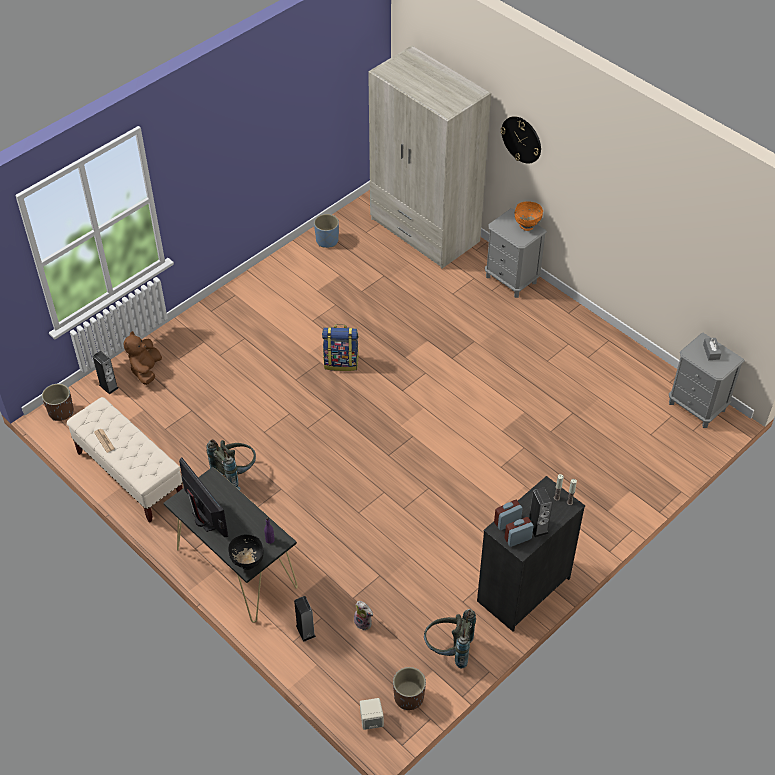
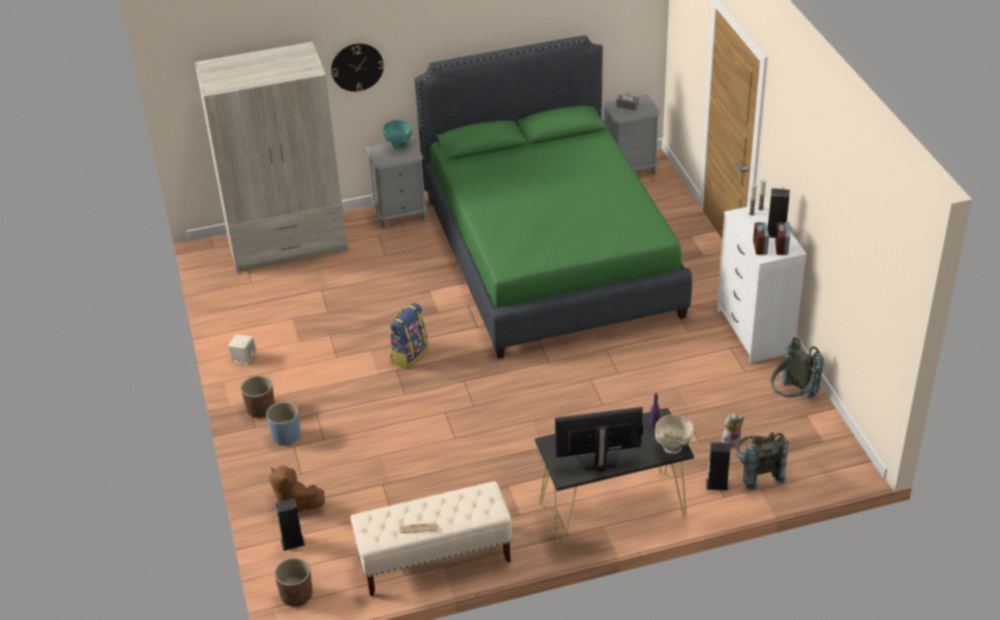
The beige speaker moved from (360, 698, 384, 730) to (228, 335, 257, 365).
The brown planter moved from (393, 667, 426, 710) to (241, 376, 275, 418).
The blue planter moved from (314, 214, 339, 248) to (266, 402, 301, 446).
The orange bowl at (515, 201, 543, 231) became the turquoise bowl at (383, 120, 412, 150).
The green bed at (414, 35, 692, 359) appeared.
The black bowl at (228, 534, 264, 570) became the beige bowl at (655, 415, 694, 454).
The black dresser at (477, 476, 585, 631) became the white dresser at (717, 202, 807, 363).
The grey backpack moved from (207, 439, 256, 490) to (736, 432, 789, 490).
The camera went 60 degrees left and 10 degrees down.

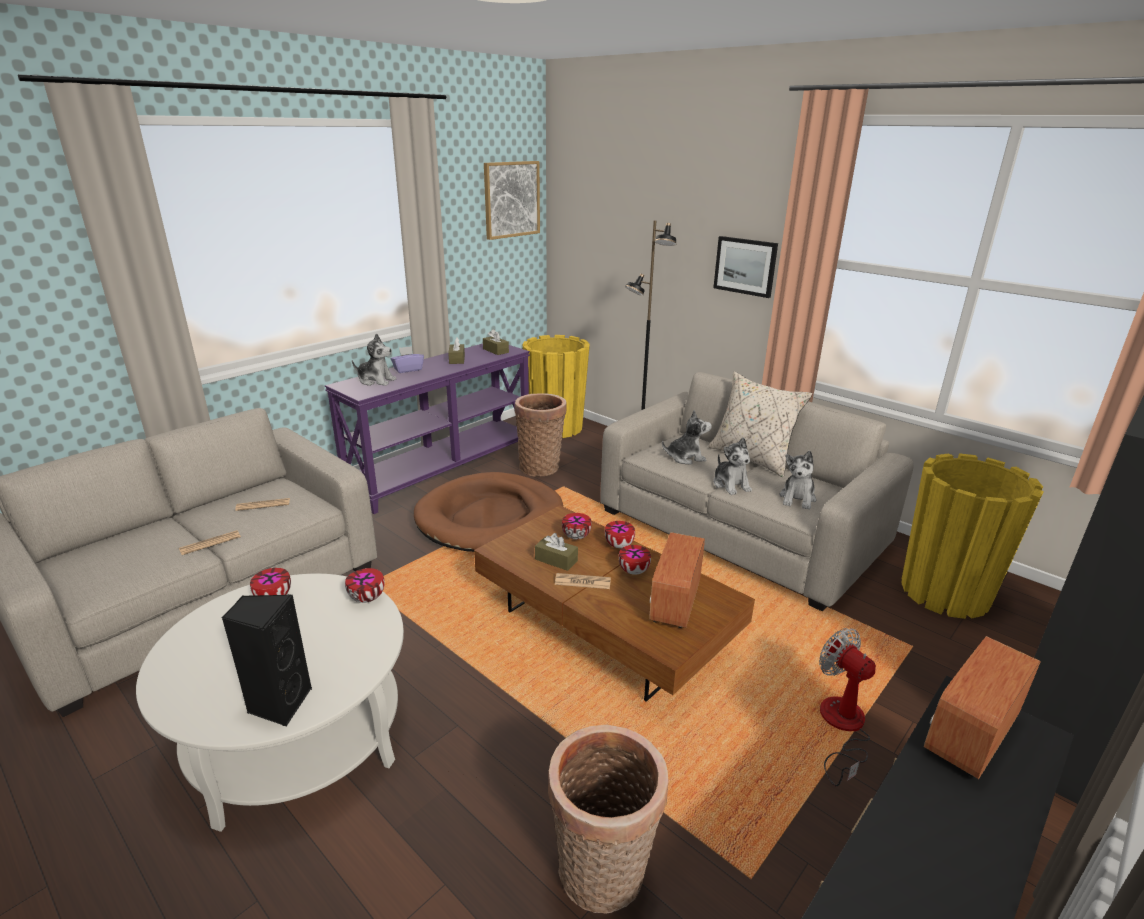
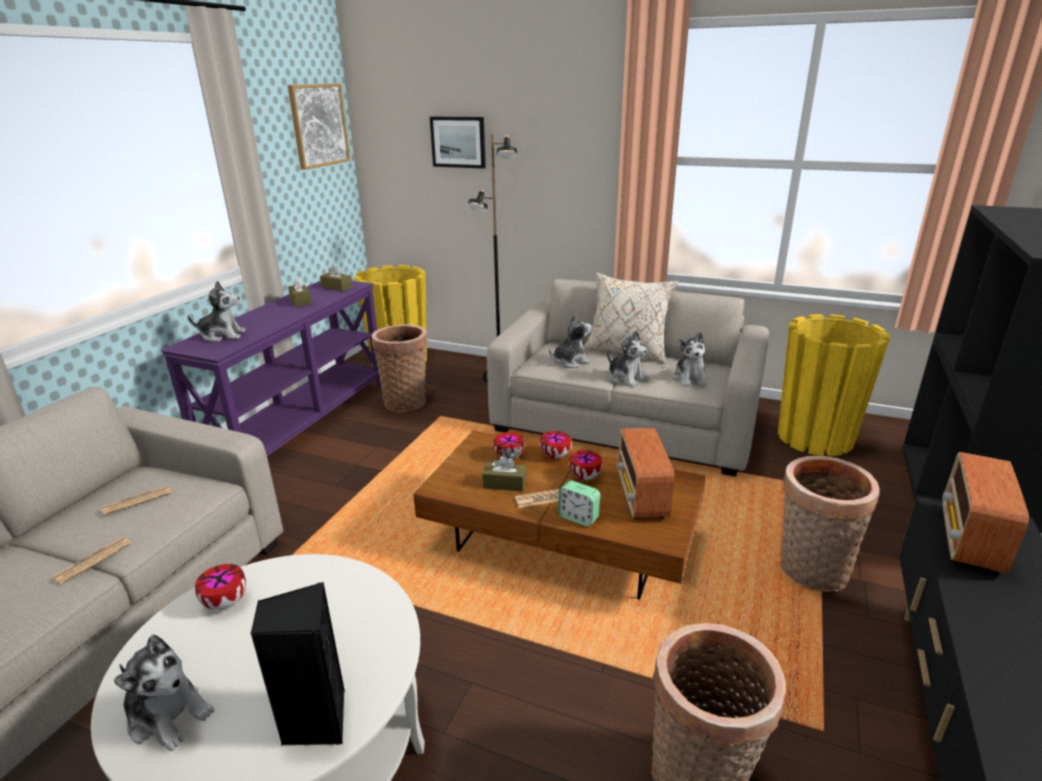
The plush toy at (114, 634, 214, 751) appeared.
The picture moved from (713, 236, 778, 298) to (430, 117, 486, 169).
The alarm clock at (558, 481, 601, 526) appeared.
The fan at (819, 628, 876, 787) was replaced by the basket at (781, 456, 879, 592).
The bowl at (345, 568, 385, 603) disappeared.
The purple tissue box at (391, 346, 424, 373) disappeared.
The brown dog bed at (414, 472, 563, 552) disappeared.
The camera went 20 degrees left and 0 degrees up.

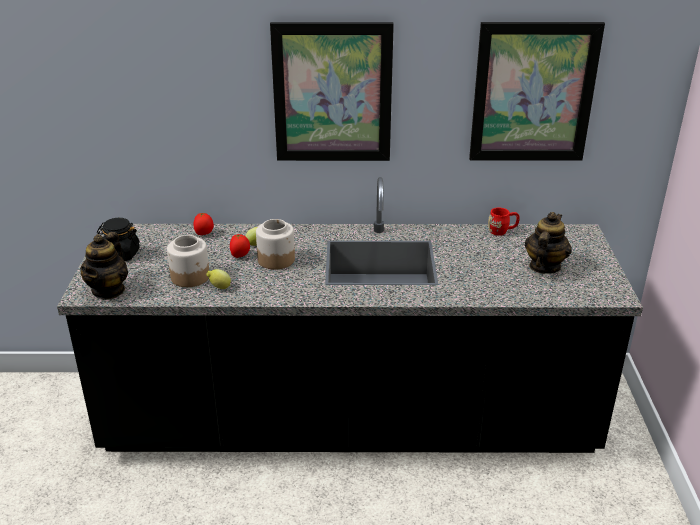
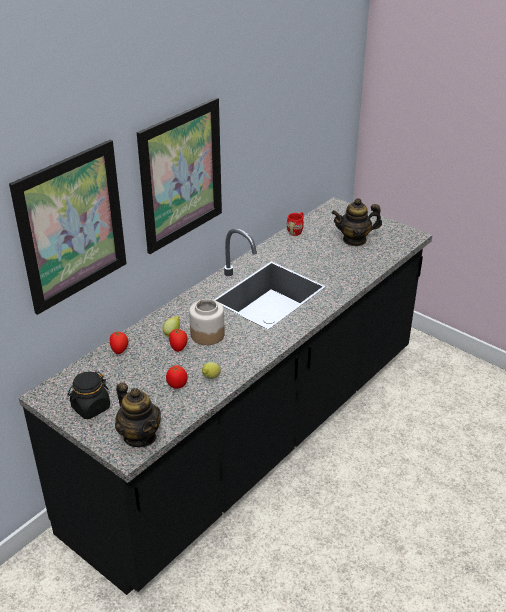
The picture moved from (469, 22, 605, 161) to (9, 140, 127, 315).
The jar at (167, 235, 209, 287) was replaced by the tomato at (166, 365, 188, 389).
The teapot at (525, 212, 571, 274) turned 75 degrees counterclockwise.
The camera went 50 degrees left and 5 degrees up.

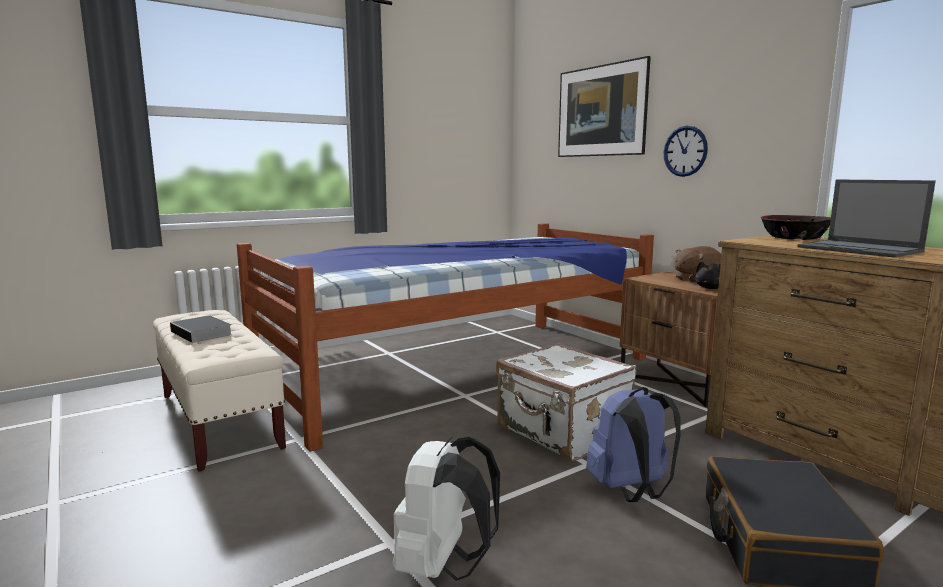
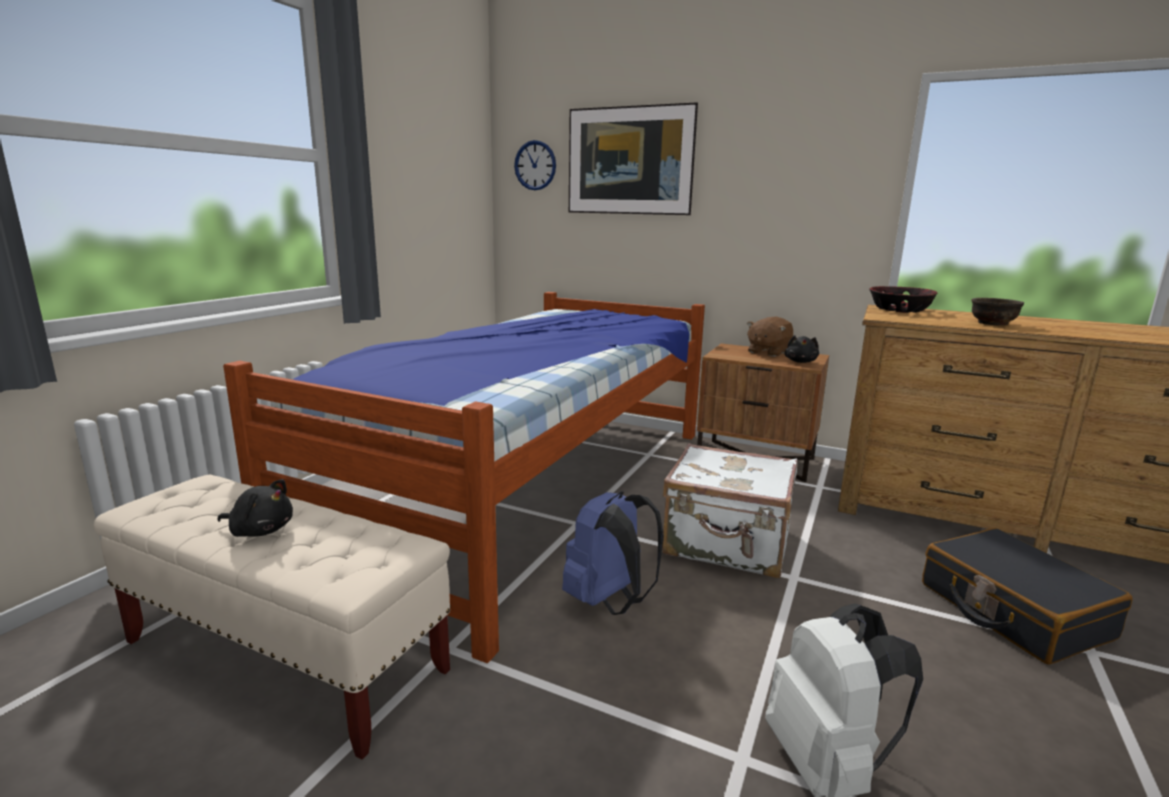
The book at (170, 315, 233, 344) was replaced by the black plush toy at (218, 479, 293, 537).
The wall clock moved from (663, 126, 708, 177) to (514, 140, 556, 190).
The blue backpack moved from (586, 387, 681, 502) to (562, 492, 664, 615).
The laptop at (797, 179, 936, 258) was replaced by the brown bowl at (971, 298, 1024, 326).
The camera went 30 degrees left and 5 degrees up.

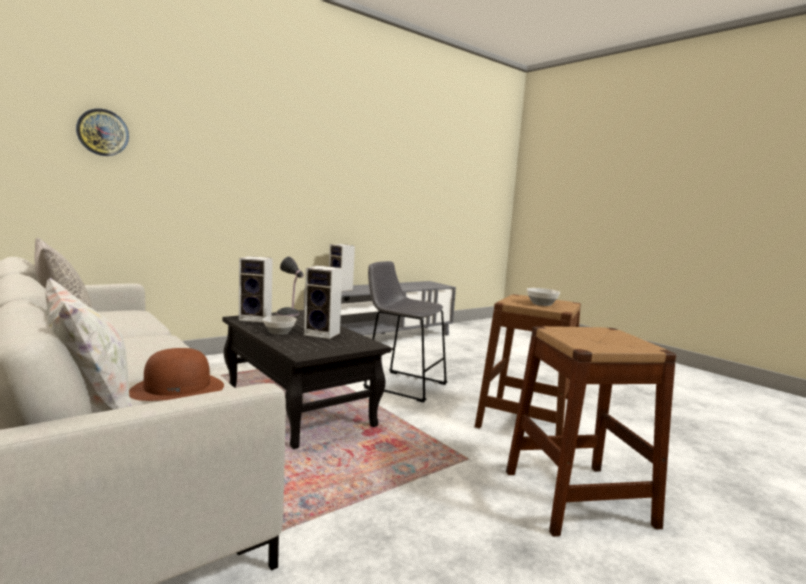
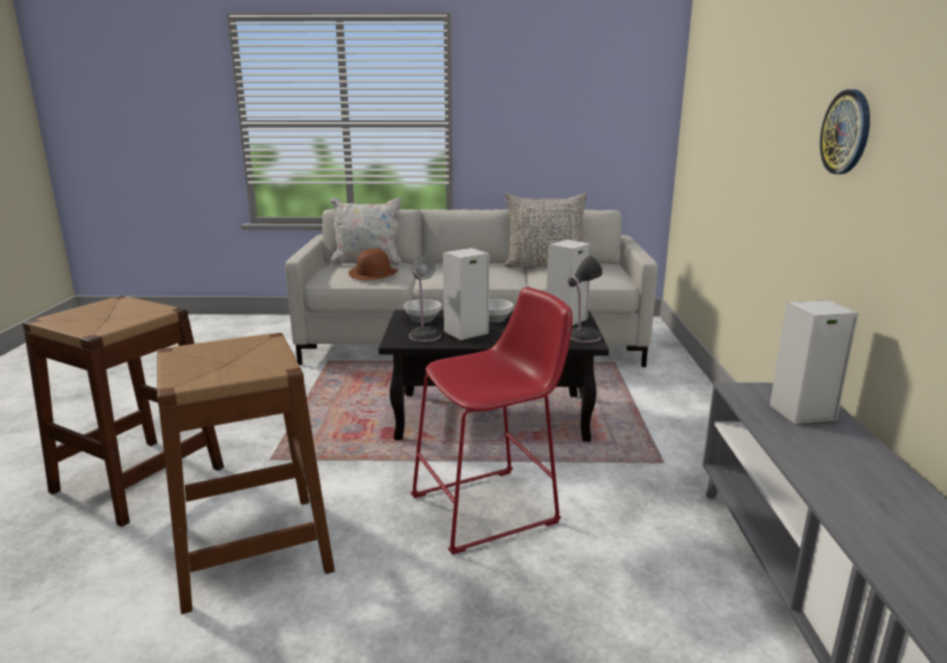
The bowl moved from (527, 288, 560, 306) to (404, 299, 441, 323).
The table lamp at (409, 256, 441, 342) appeared.
The grey stool at (363, 261, 447, 403) became the red stool at (411, 287, 573, 555).
The wall clock moved from (76, 108, 129, 156) to (820, 90, 870, 174).
The camera went 130 degrees right and 10 degrees up.

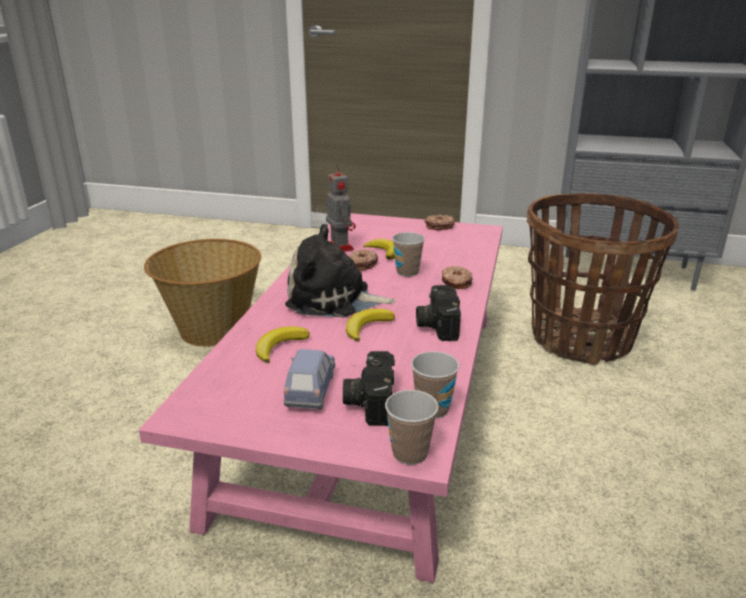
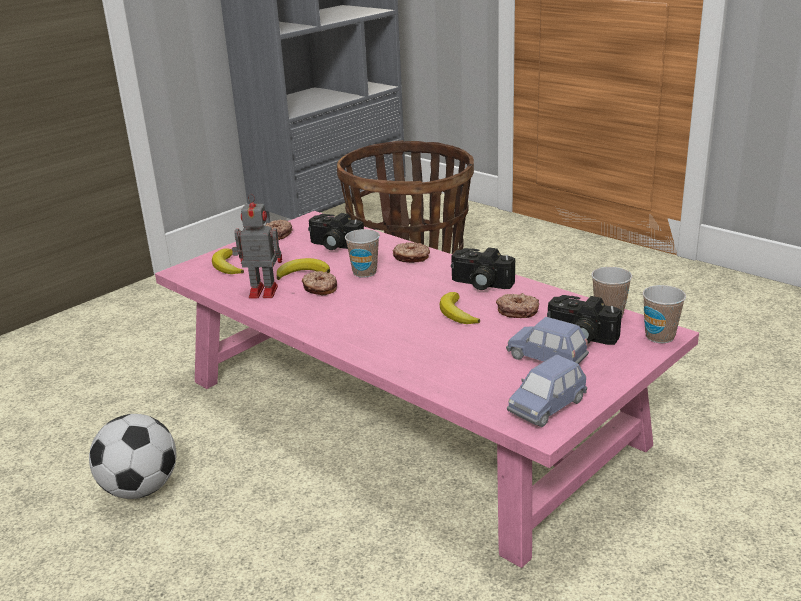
The basket at (144, 239, 261, 347) was replaced by the football at (89, 414, 176, 499).
The banana moved from (256, 327, 309, 363) to (212, 248, 244, 274).
The photo camera at (308, 213, 364, 250) appeared.
The donut at (496, 293, 539, 318) appeared.
The blue toy car at (507, 355, 587, 427) appeared.
The plush toy at (285, 224, 396, 317) disappeared.
The camera went 60 degrees left and 0 degrees up.

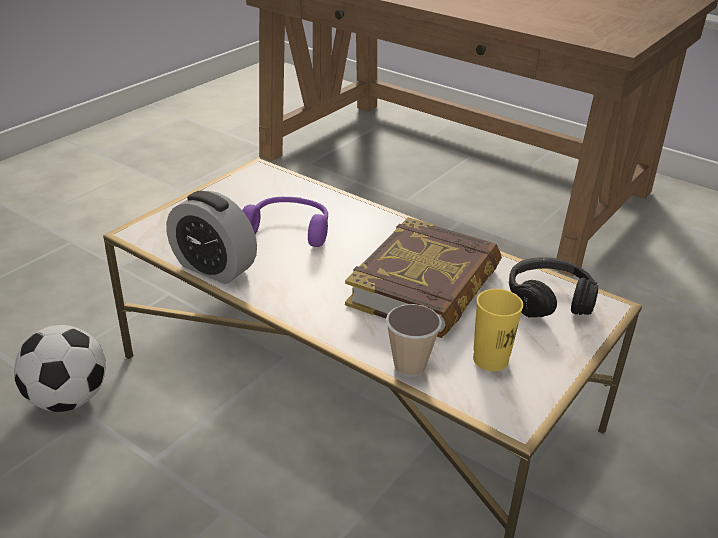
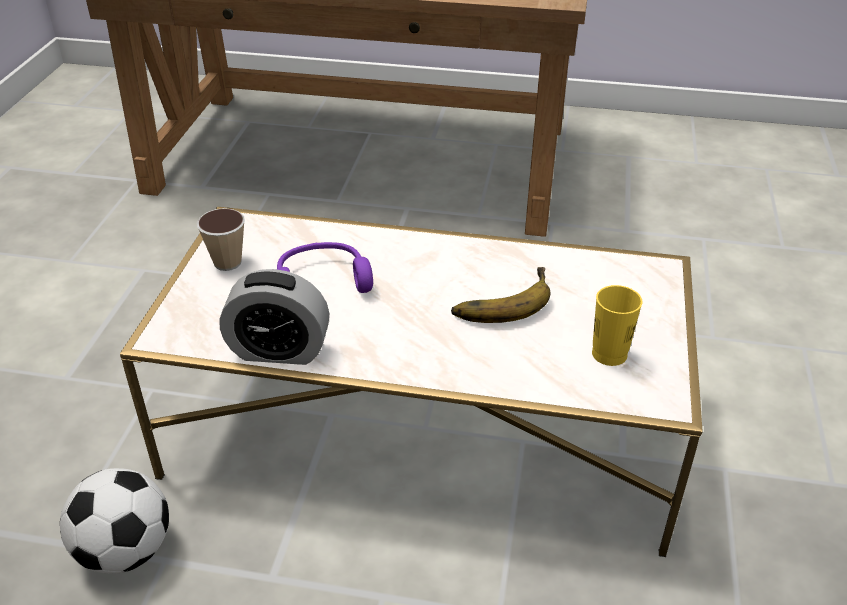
The cup moved from (386, 304, 442, 377) to (197, 208, 245, 271).
The book at (345, 217, 502, 338) was replaced by the banana at (451, 267, 551, 323).
The black headphones at (509, 257, 598, 318) disappeared.
The camera went 25 degrees left and 5 degrees up.

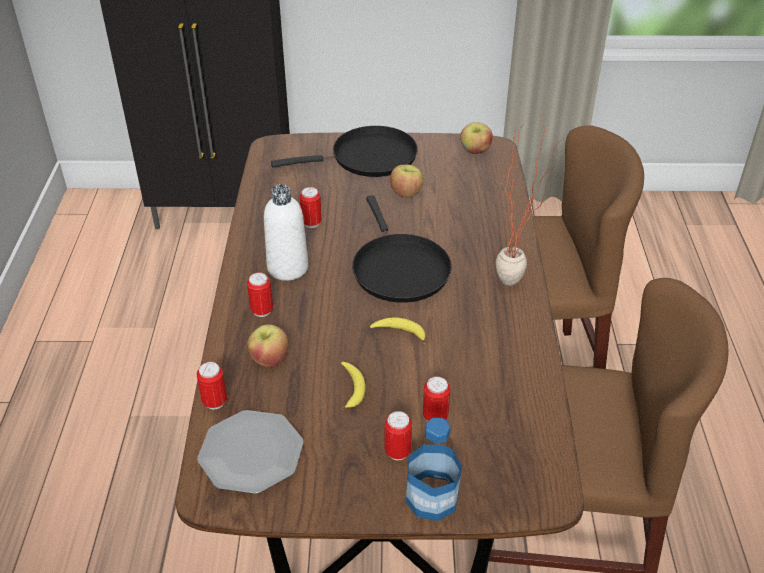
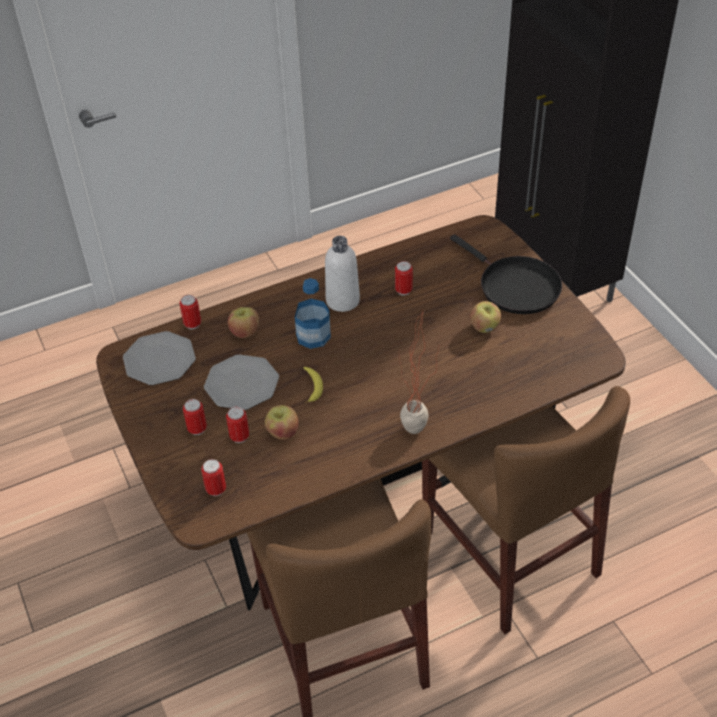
The can moved from (247, 272, 273, 317) to (201, 459, 226, 496).
The banana at (341, 362, 366, 410) was replaced by the plate at (204, 354, 279, 410).
The apple moved from (460, 122, 493, 154) to (265, 405, 299, 440).
The bottle moved from (406, 418, 462, 521) to (295, 278, 331, 349).
The black frying pan at (352, 195, 452, 303) disappeared.
The camera went 65 degrees right and 5 degrees up.

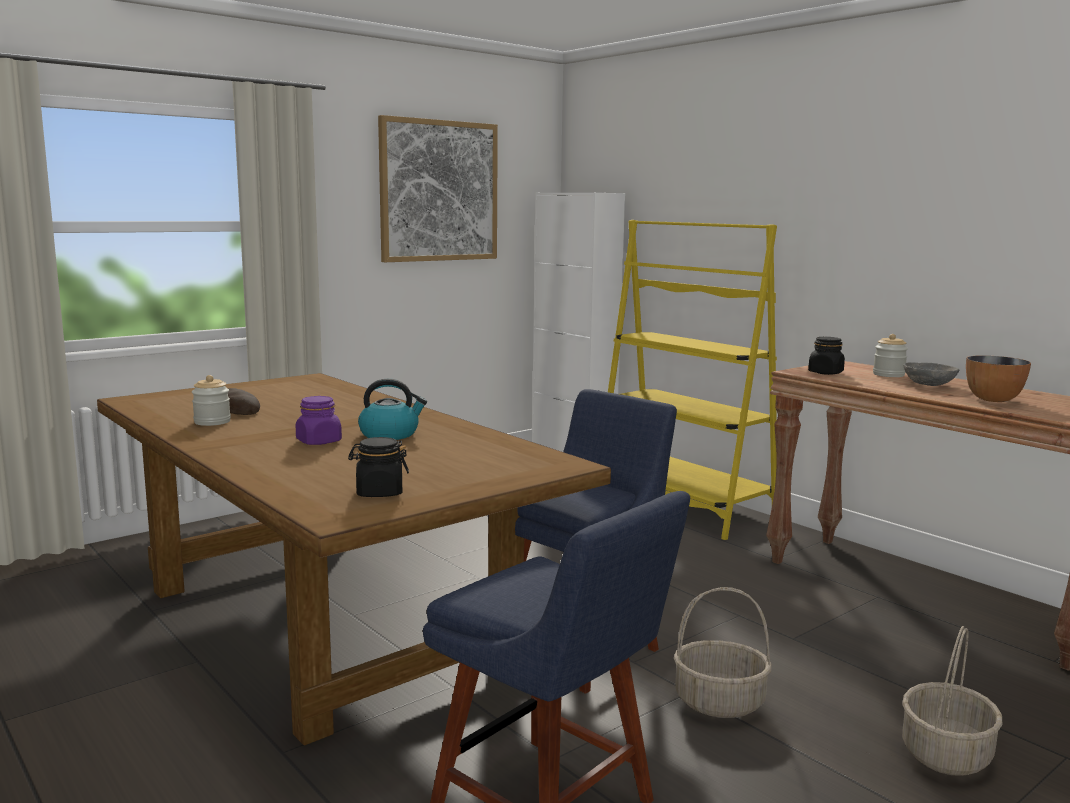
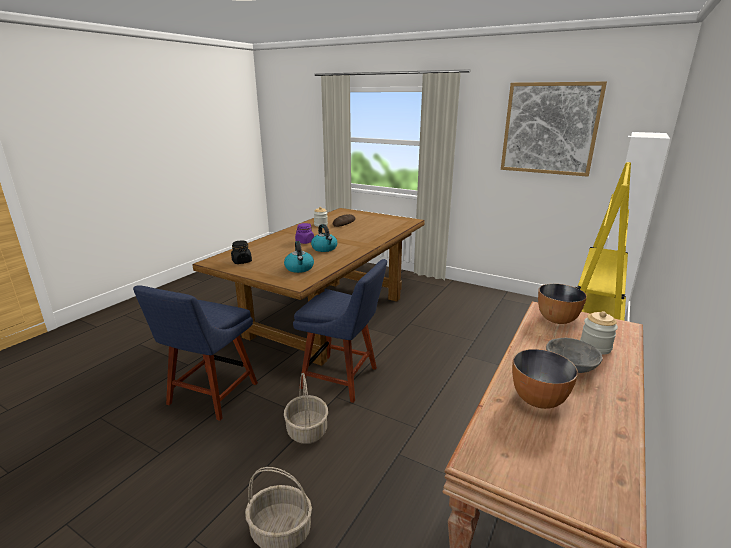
The kettle at (284, 241, 314, 273) appeared.
The black jar at (808, 337, 845, 375) was replaced by the bowl at (538, 284, 587, 324).
The camera went 70 degrees right and 10 degrees up.

